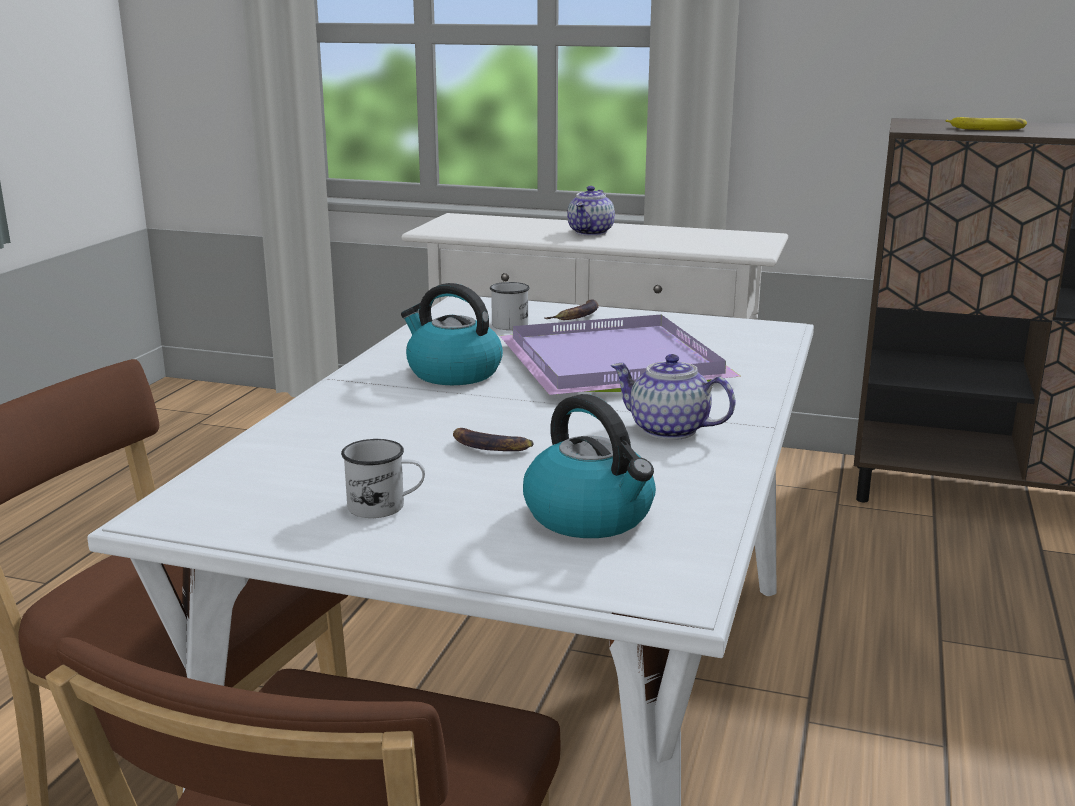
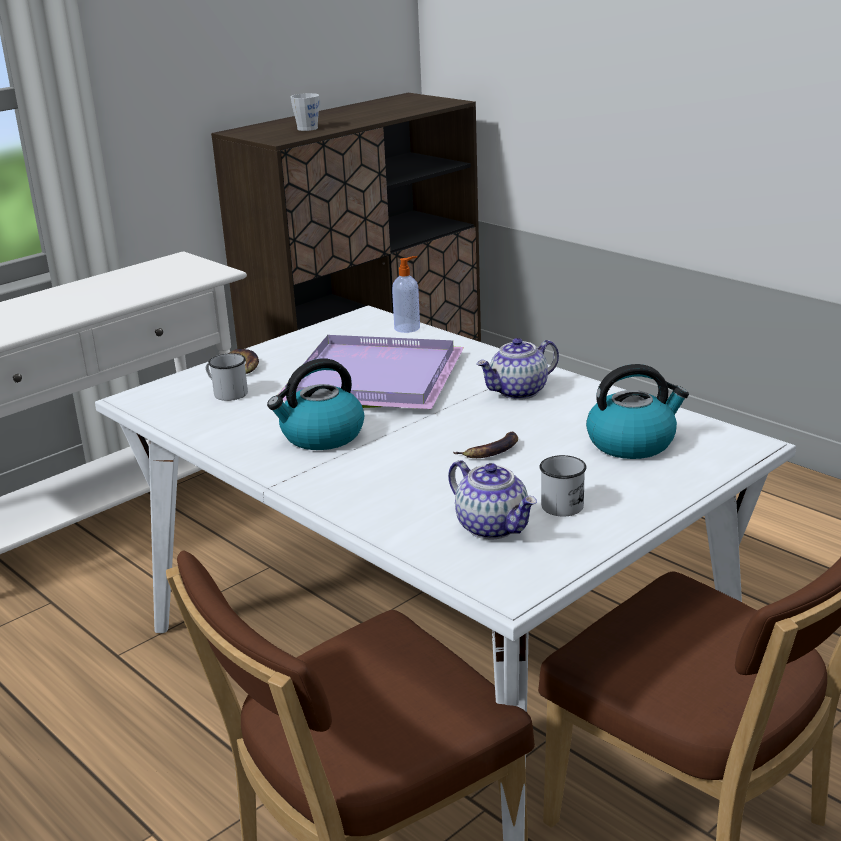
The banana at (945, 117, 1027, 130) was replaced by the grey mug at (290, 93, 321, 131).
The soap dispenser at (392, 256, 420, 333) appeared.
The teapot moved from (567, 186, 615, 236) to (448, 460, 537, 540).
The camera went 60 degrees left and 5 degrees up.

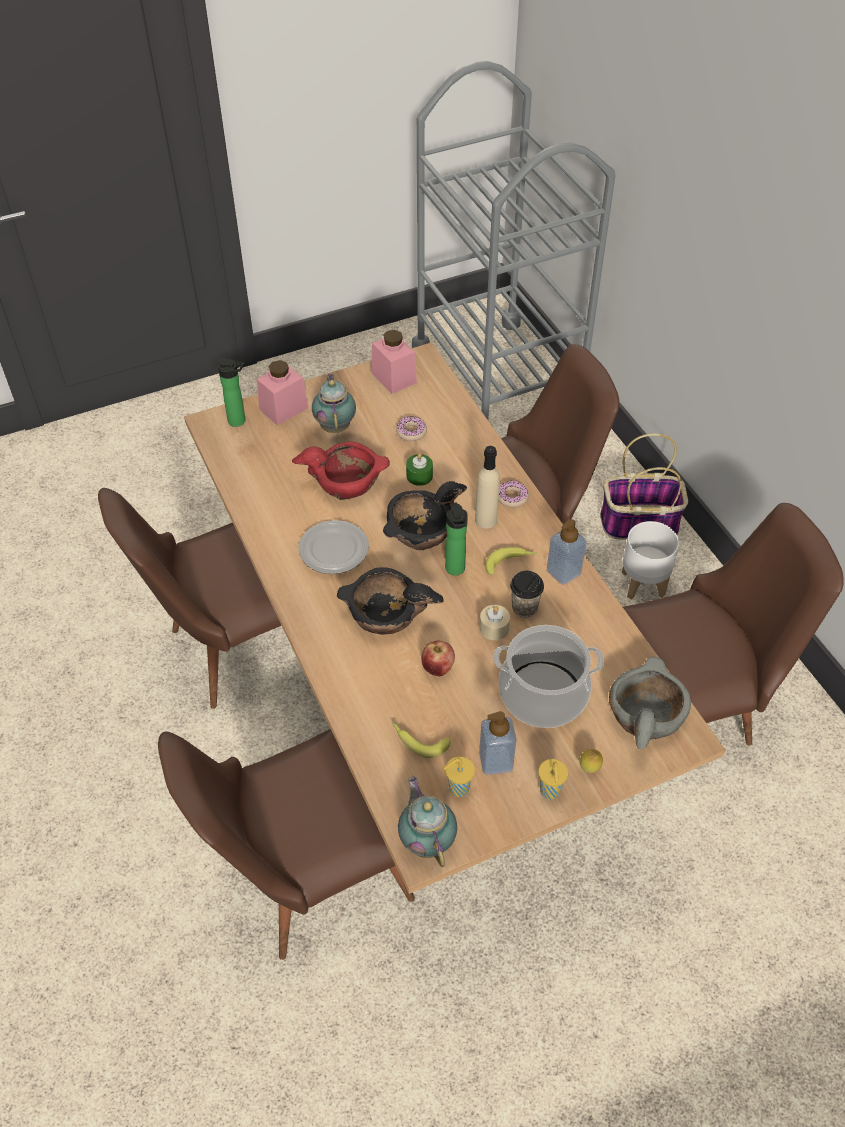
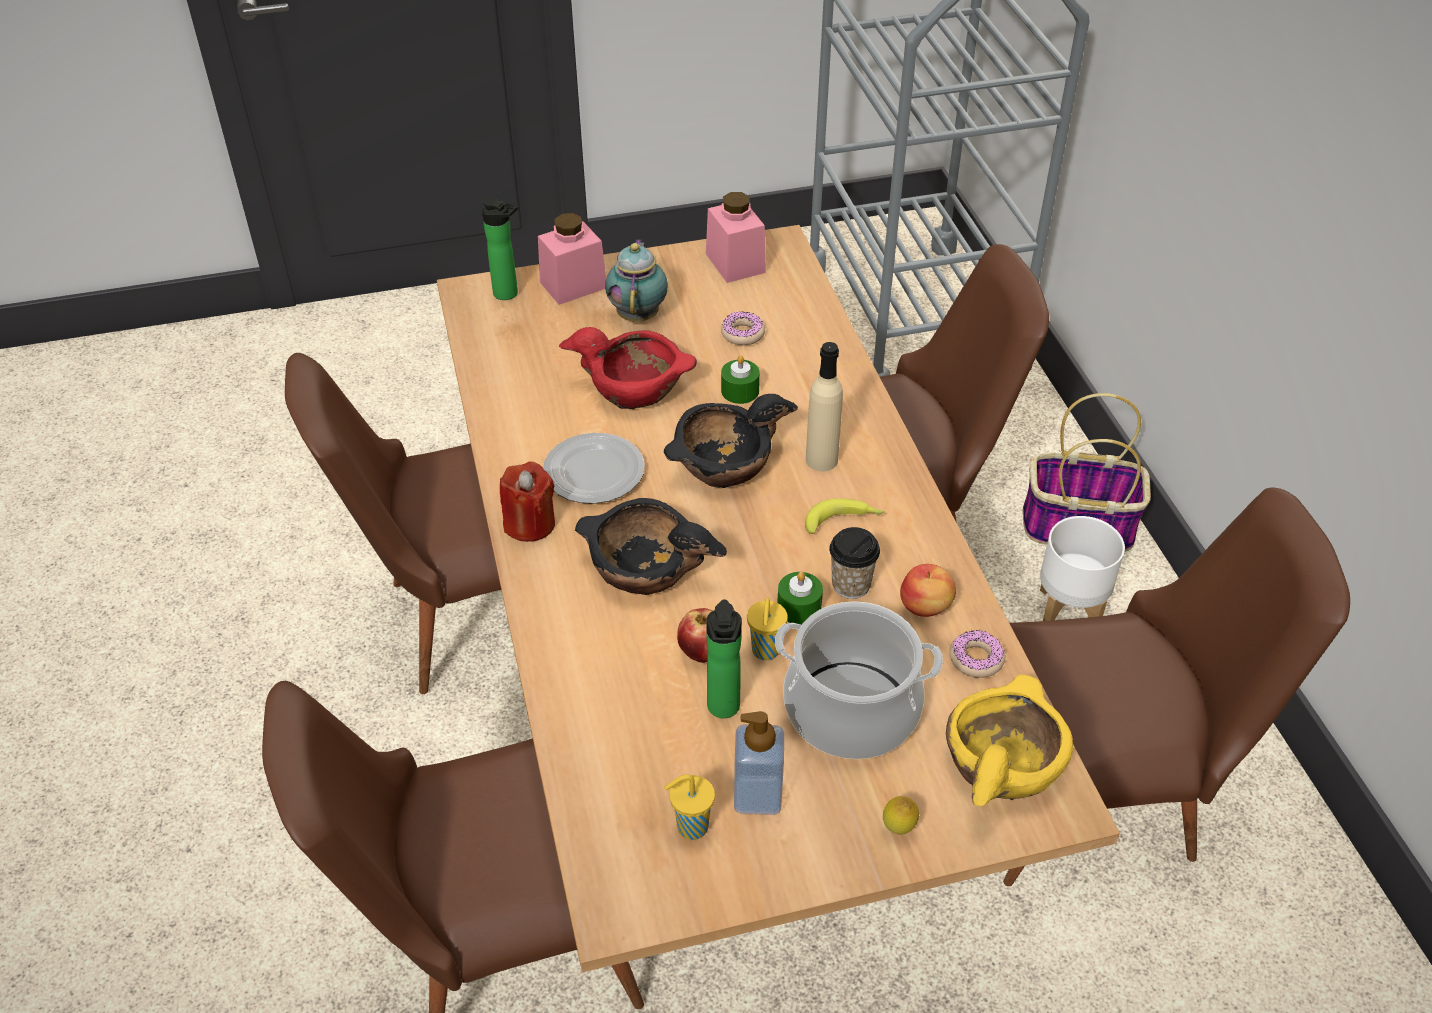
The red candle at (500, 461, 555, 542) appeared.
The bottle moved from (445, 503, 468, 576) to (706, 599, 742, 718).
The yellow cup moved from (538, 759, 568, 799) to (747, 598, 788, 660).
The beige candle at (480, 605, 510, 640) became the green candle at (777, 571, 823, 625).
The apple at (900, 564, 956, 617) appeared.
The grey bowl at (609, 657, 691, 749) became the yellow bowl at (946, 675, 1073, 806).
The donut moved from (499, 481, 529, 508) to (949, 630, 1005, 678).
The banana at (392, 723, 450, 758) disappeared.
The teapot at (398, 777, 457, 867) disappeared.
The soap dispenser at (547, 519, 587, 585) disappeared.
The camera went 10 degrees right and 5 degrees down.

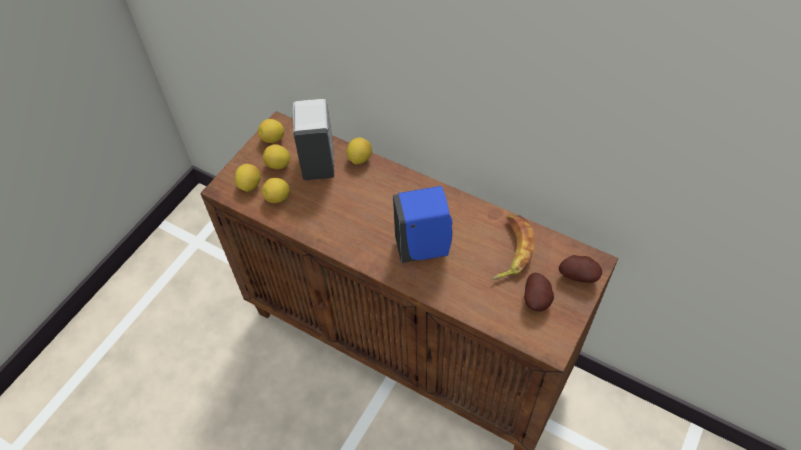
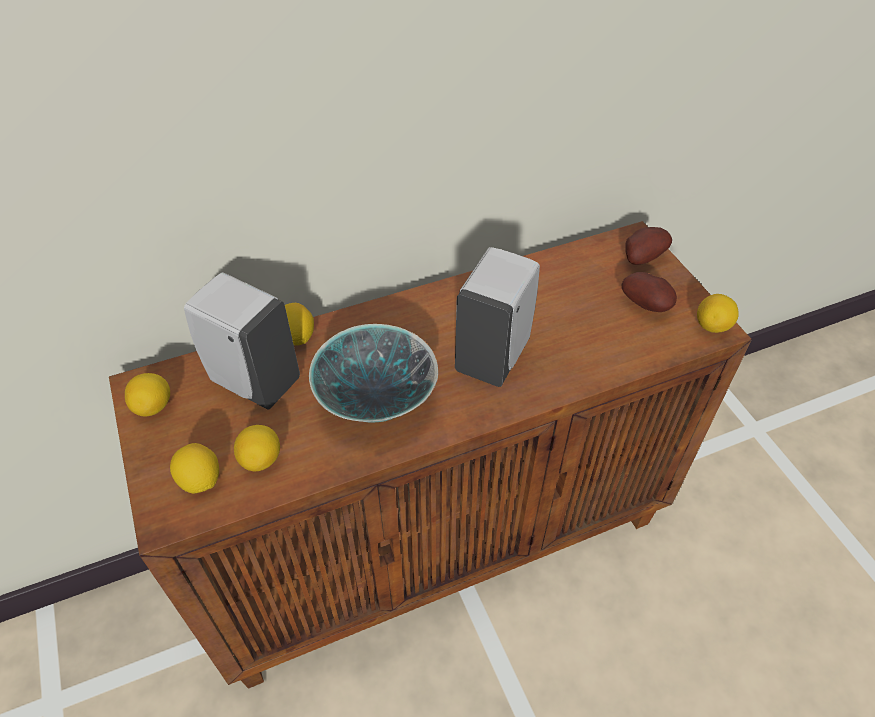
The bowl at (309, 324, 438, 422) appeared.
The blue soap dispenser at (393, 186, 452, 263) became the white soap dispenser at (455, 247, 540, 387).
The lemon moved from (263, 144, 291, 169) to (697, 294, 739, 333).
The banana at (493, 215, 535, 280) disappeared.
The camera went 55 degrees left and 5 degrees down.

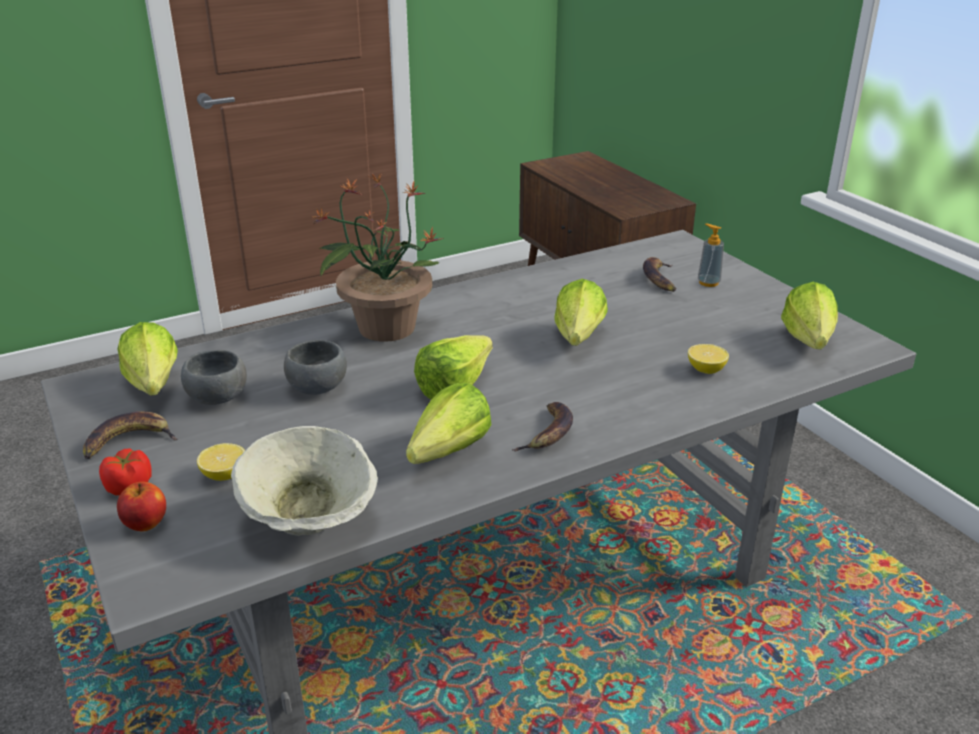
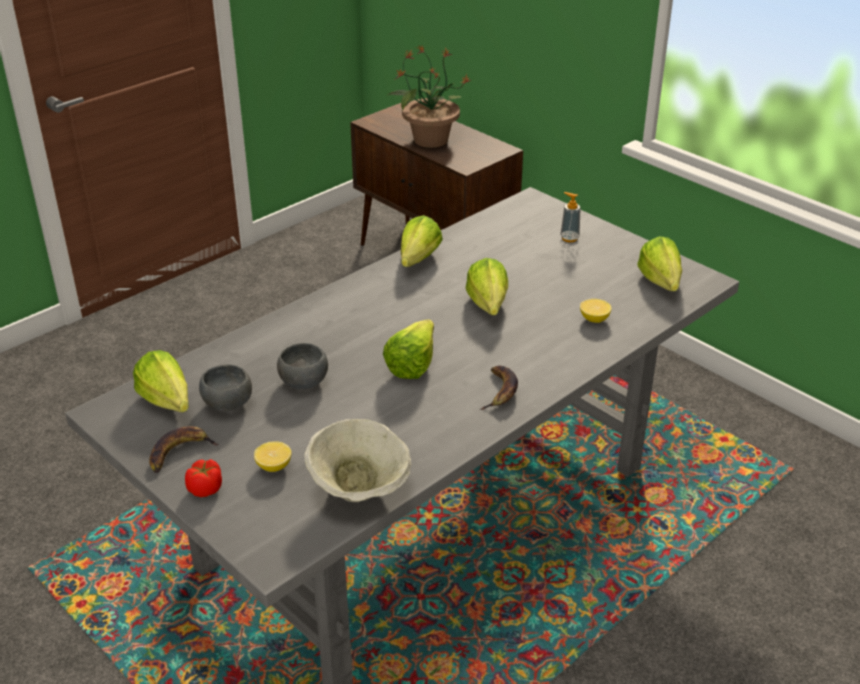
The potted plant moved from (312, 174, 444, 342) to (386, 45, 471, 148).
The lettuce moved from (406, 383, 491, 464) to (401, 215, 443, 267).
The apple at (117, 482, 166, 531) disappeared.
The banana at (643, 257, 676, 292) disappeared.
The camera went 15 degrees left and 5 degrees up.

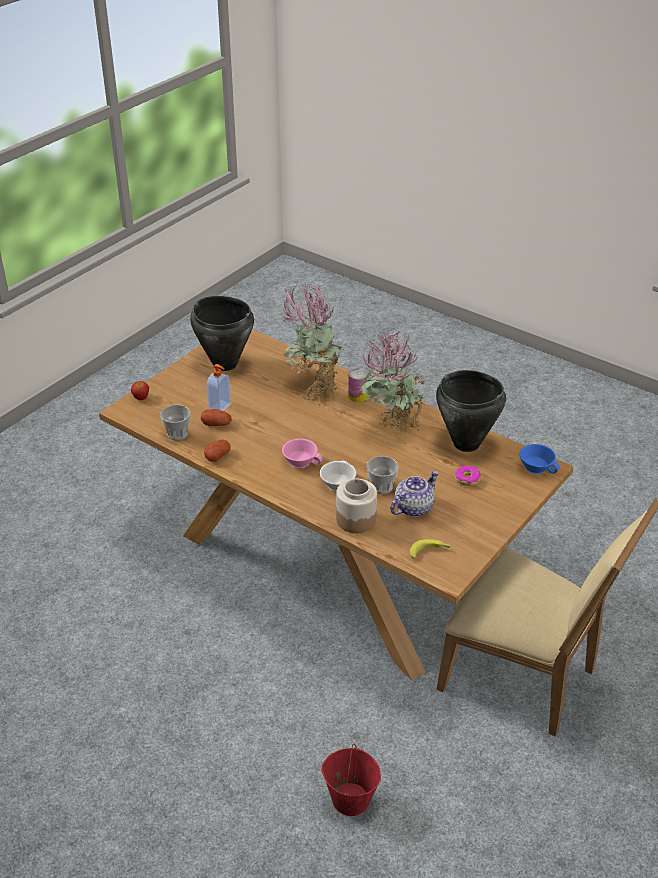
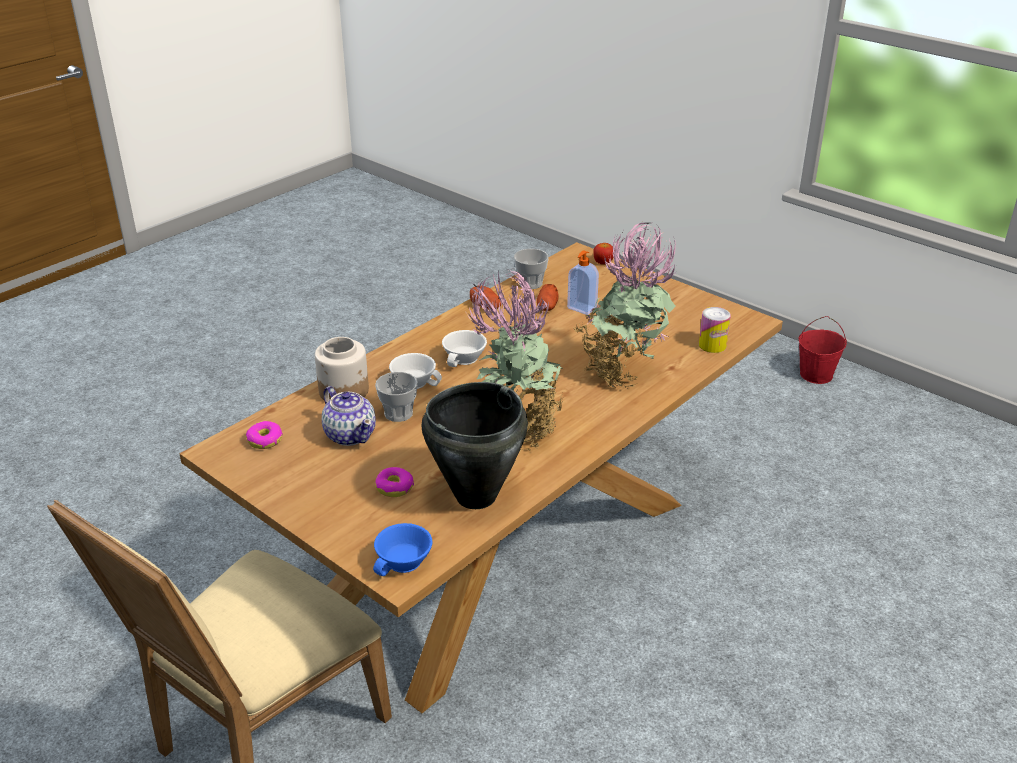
The banana at (409, 539, 452, 558) was replaced by the donut at (246, 421, 283, 449).
The pink cup at (282, 439, 323, 468) became the white cup at (442, 330, 487, 367).
The can moved from (348, 368, 369, 402) to (699, 307, 731, 353).
The red bucket moved from (321, 744, 381, 816) to (798, 316, 847, 384).
The black cooking pot at (190, 296, 254, 371) disappeared.
The camera went 95 degrees right and 5 degrees down.

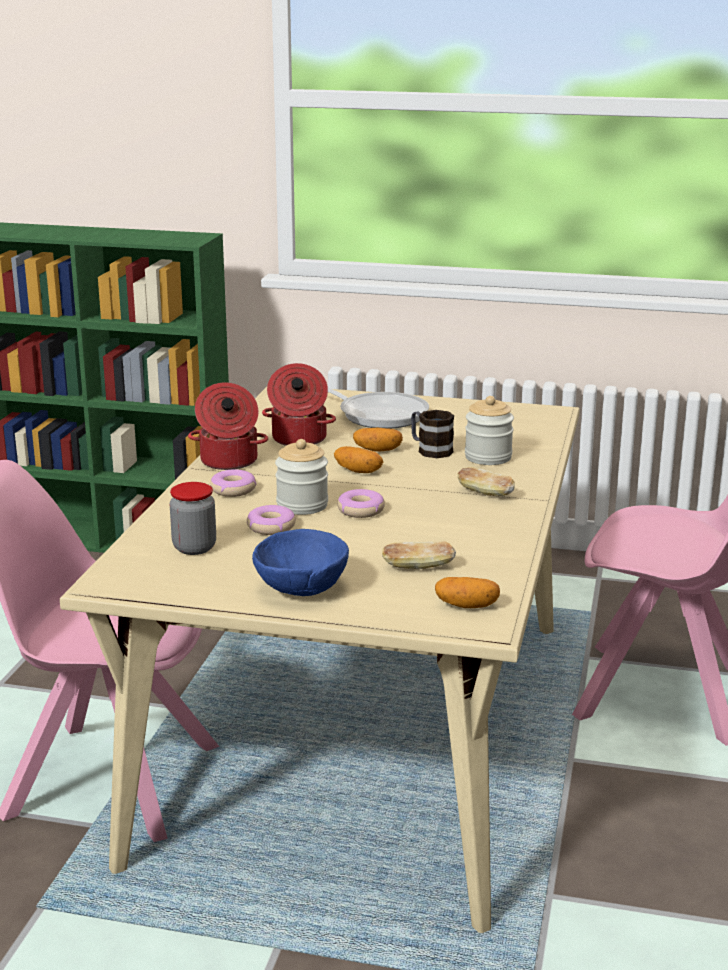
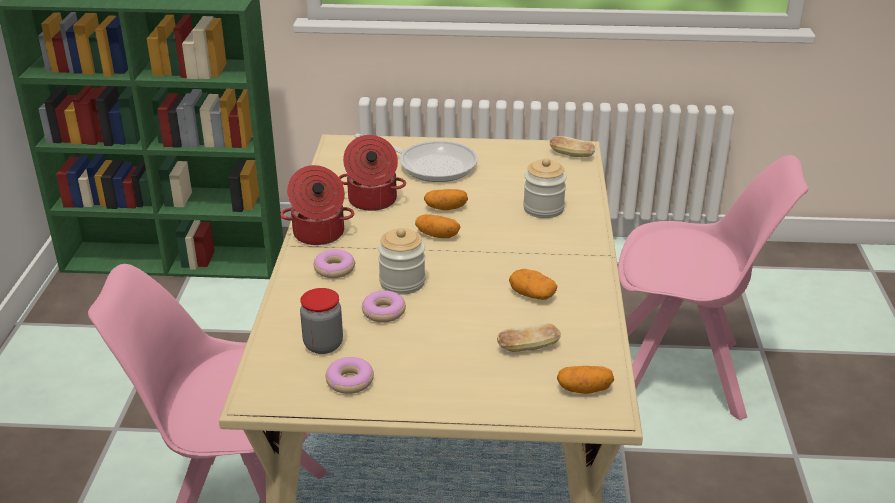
The donut moved from (337, 489, 385, 518) to (326, 357, 374, 394).
The potato at (509, 269, 557, 300) appeared.
The bread moved from (457, 467, 515, 496) to (550, 136, 596, 157).
The blue bowl at (252, 529, 349, 596) disappeared.
The mug at (411, 410, 454, 458) disappeared.
The camera went 10 degrees left and 10 degrees up.

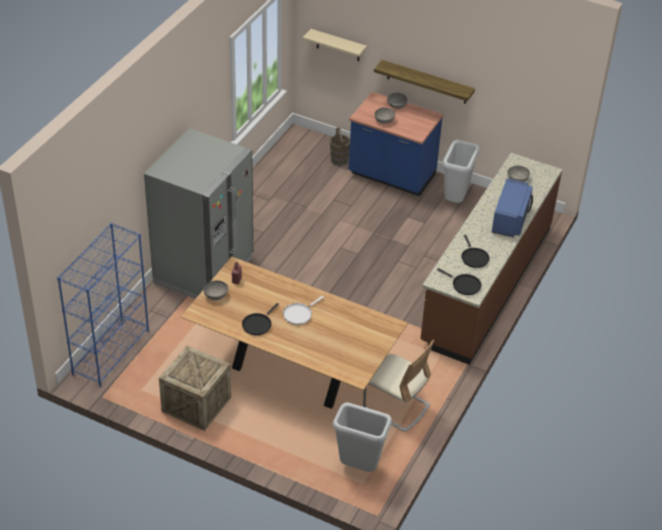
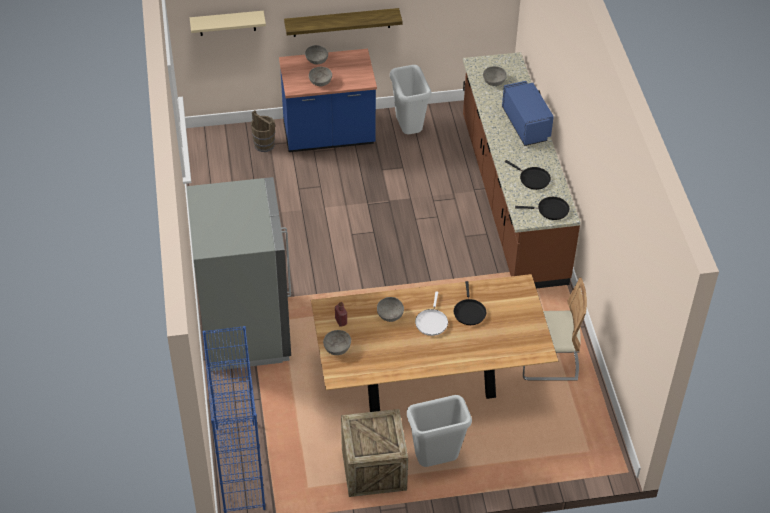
The grey bowl at (377, 297, 404, 322) appeared.
The grey trash can moved from (333, 403, 392, 472) to (407, 395, 472, 467).
The black frying pan moved from (242, 303, 279, 335) to (454, 281, 486, 325).
The camera went 35 degrees left and 5 degrees up.

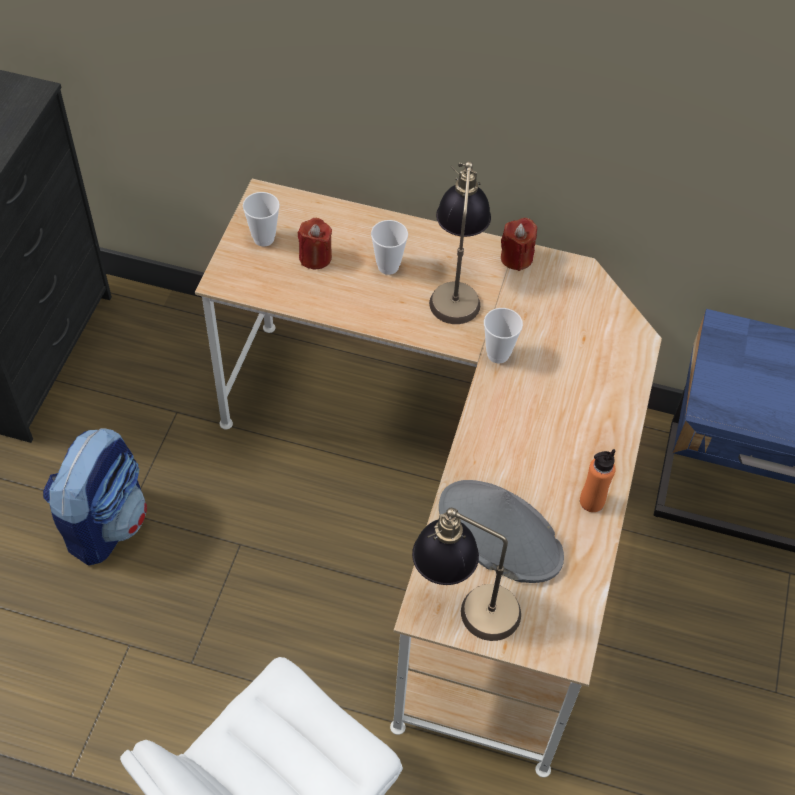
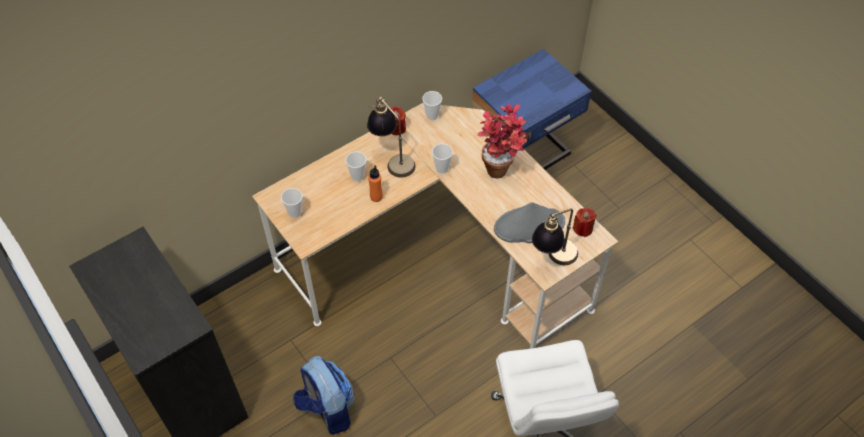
The orange bottle moved from (580, 449, 616, 512) to (368, 165, 383, 202).
The cup at (422, 91, 442, 120) appeared.
The potted plant at (477, 104, 528, 179) appeared.
The red candle moved from (298, 218, 332, 269) to (573, 208, 596, 237).
The camera went 50 degrees left and 0 degrees up.

